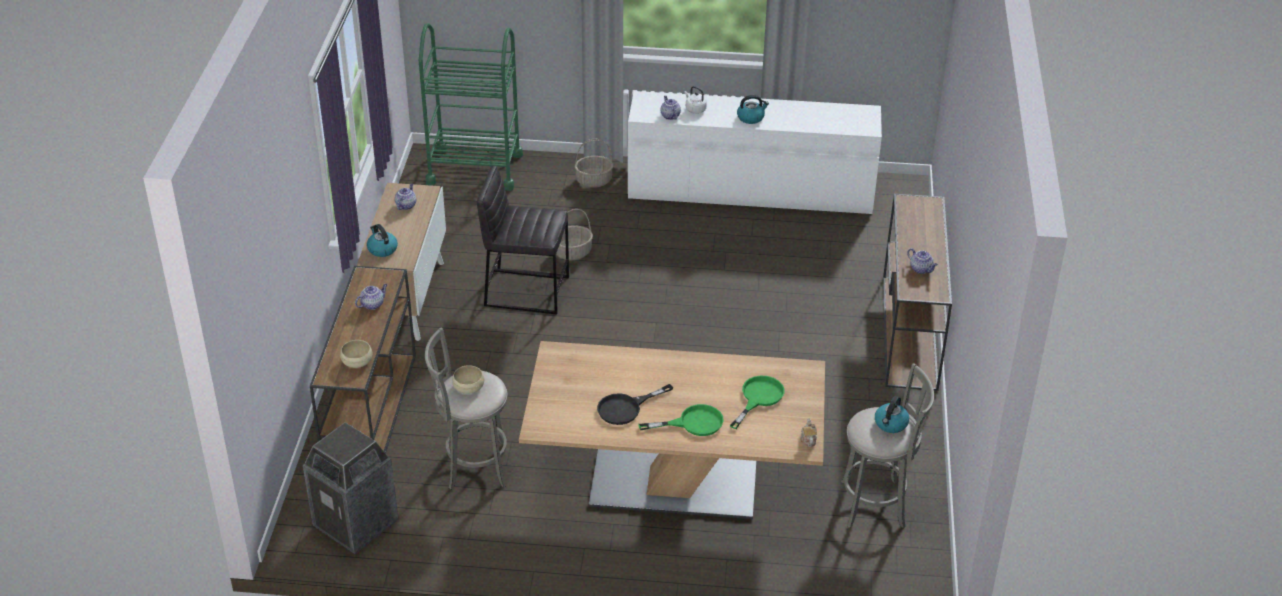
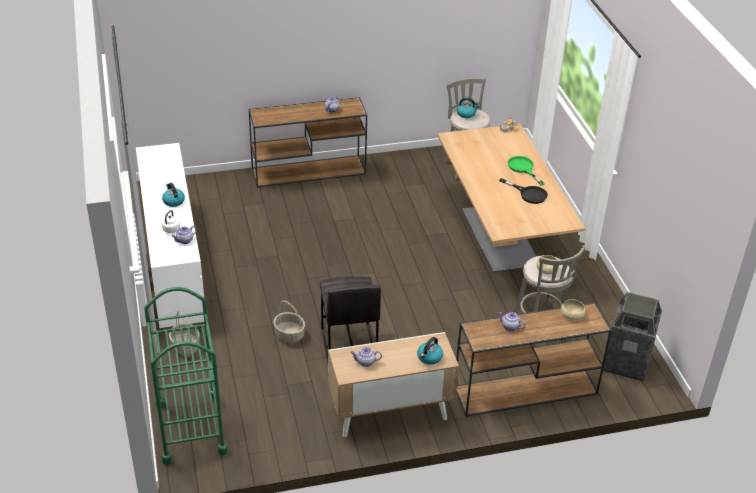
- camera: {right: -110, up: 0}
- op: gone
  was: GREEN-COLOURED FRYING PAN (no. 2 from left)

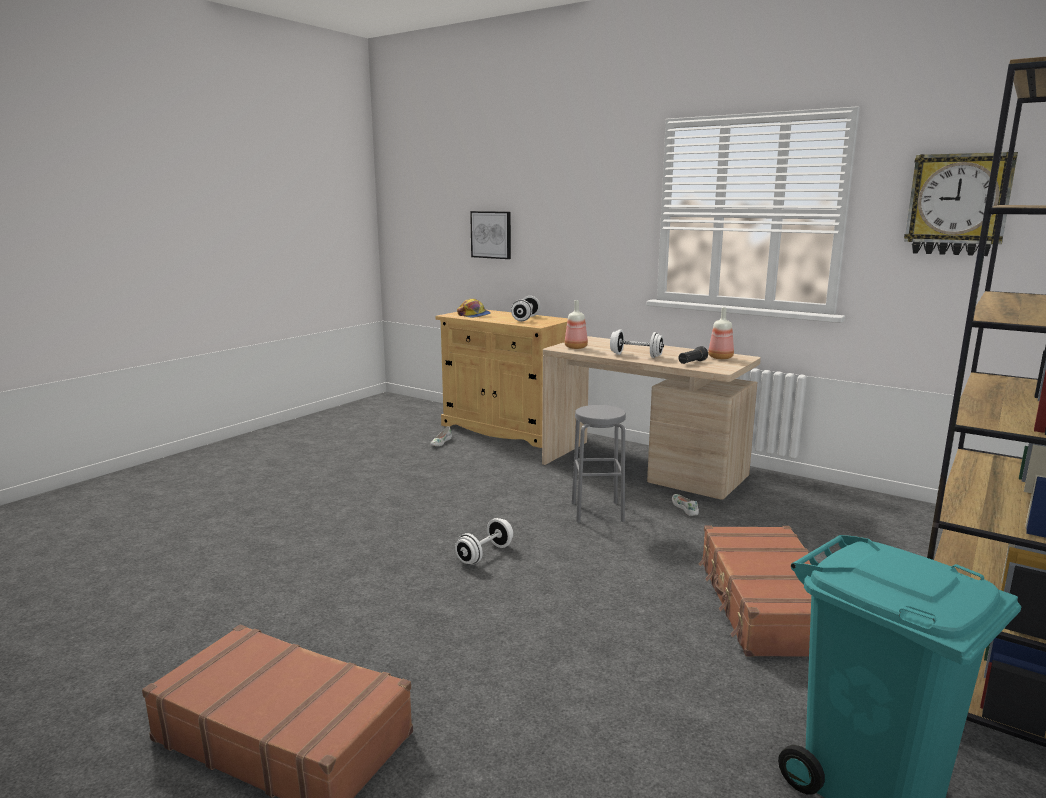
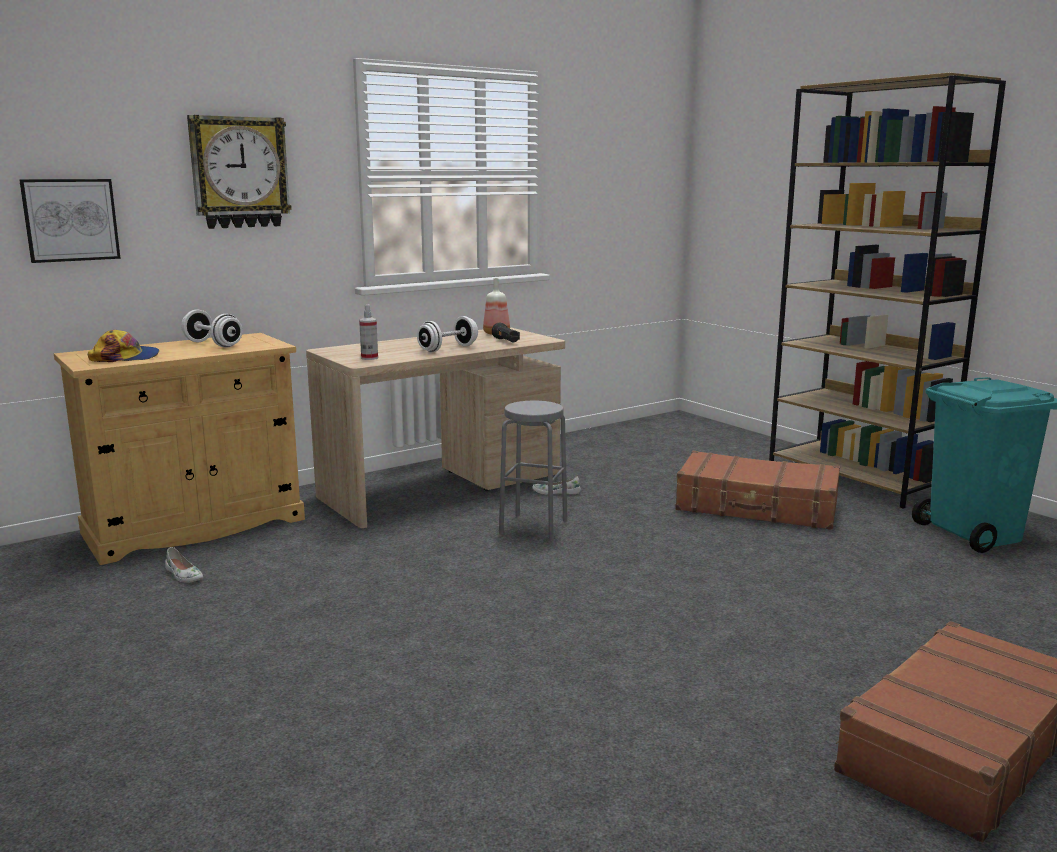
- camera: {right: -70, up: 0}
- op: shifted
  was: WALL CLOCK
- op: swapped
  was: BEVERAGE BOTTLE (no. 1 from left)
  now: HAND SPRAYER
- op: gone
  was: WHITE HAND WEIGHT (no. 1 from left)

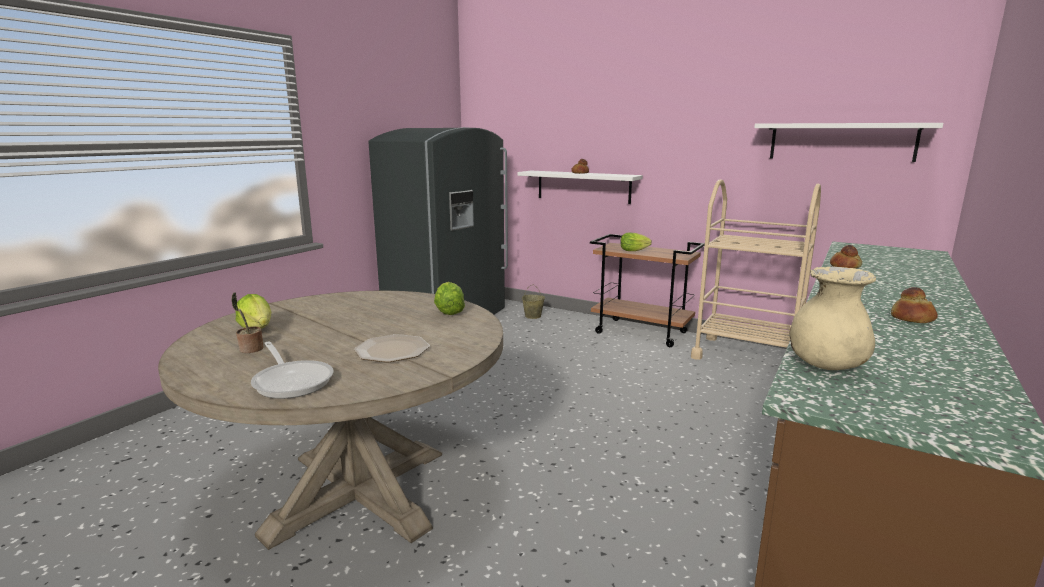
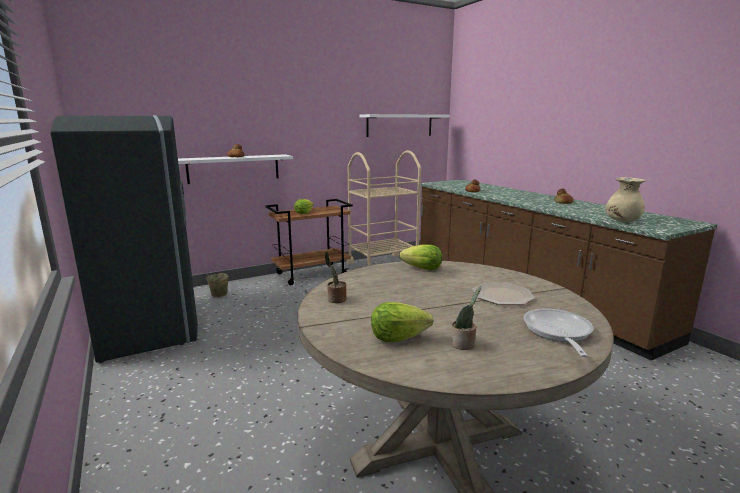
- camera: {right: -60, up: 0}
- op: new
  now: PLANT IN A POT (no. 1 from left)
- op: rotated
  was: FRYING PAN
  clockwise: -75

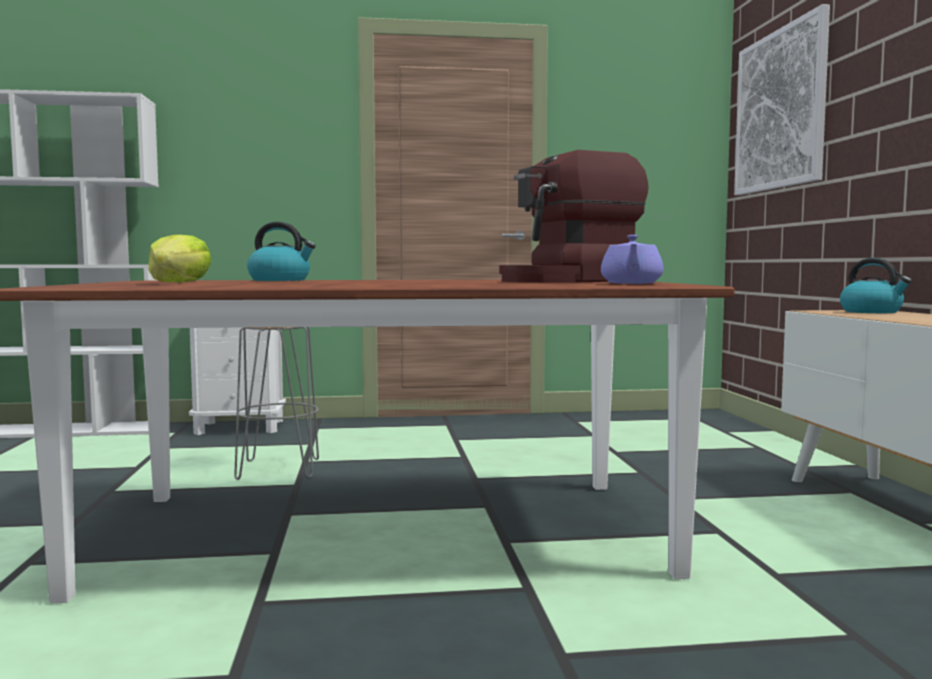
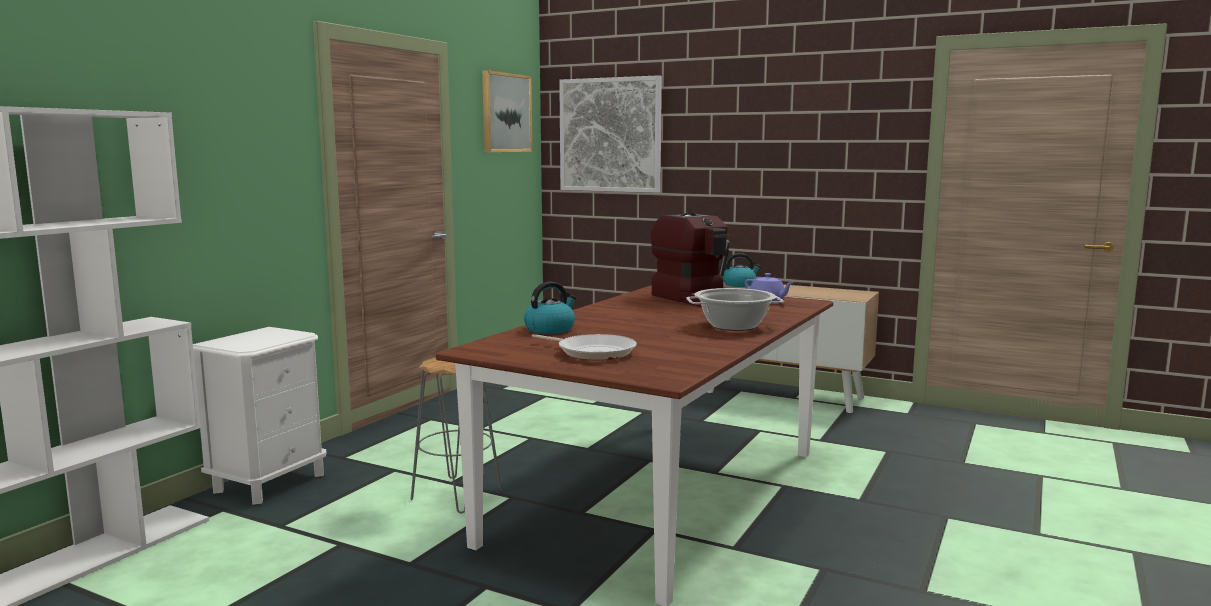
- camera: {right: -55, up: 5}
- op: new
  now: PICTURE (no. 1 from left)
- op: swapped
  was: HEAD OF LETTUCE
  now: FRYING PAN
- op: rotated
  was: COFFEE MACHINE
  clockwise: -45
- op: new
  now: STOCKPOT

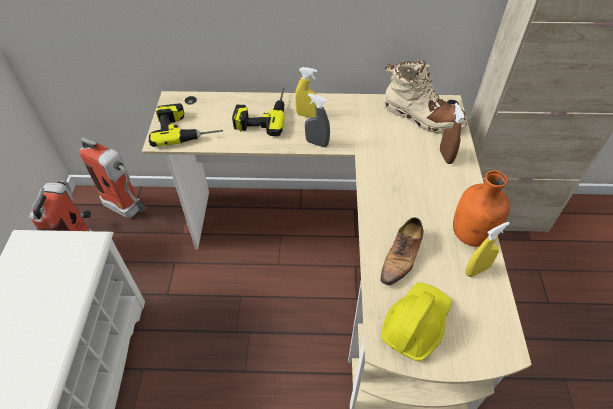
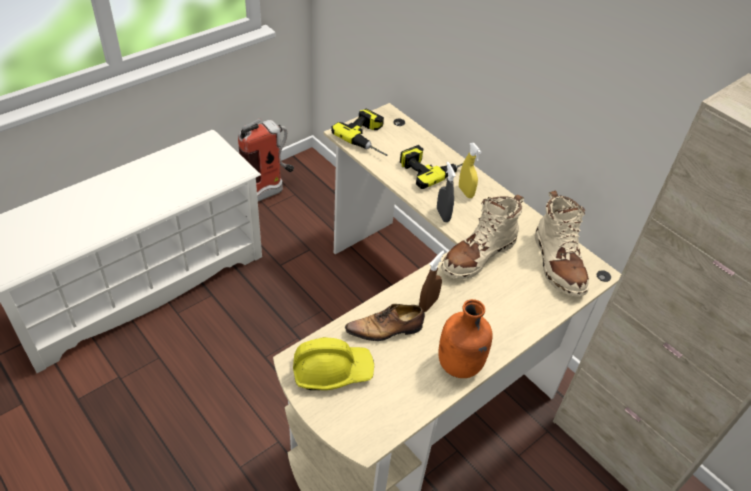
- camera: {right: 45, up: -5}
- op: shifted
  was: BROWNISH HAND SPRAYER
- op: new
  now: SAND-COLOURED HIGH-TOP BOOT (no. 1 from left)
- op: gone
  was: FIRE-FIGHTING CYLINDER (no. 2 from left)
- op: gone
  was: YELLOW-COLOURED HAND SPRAYER (no. 2 from left)

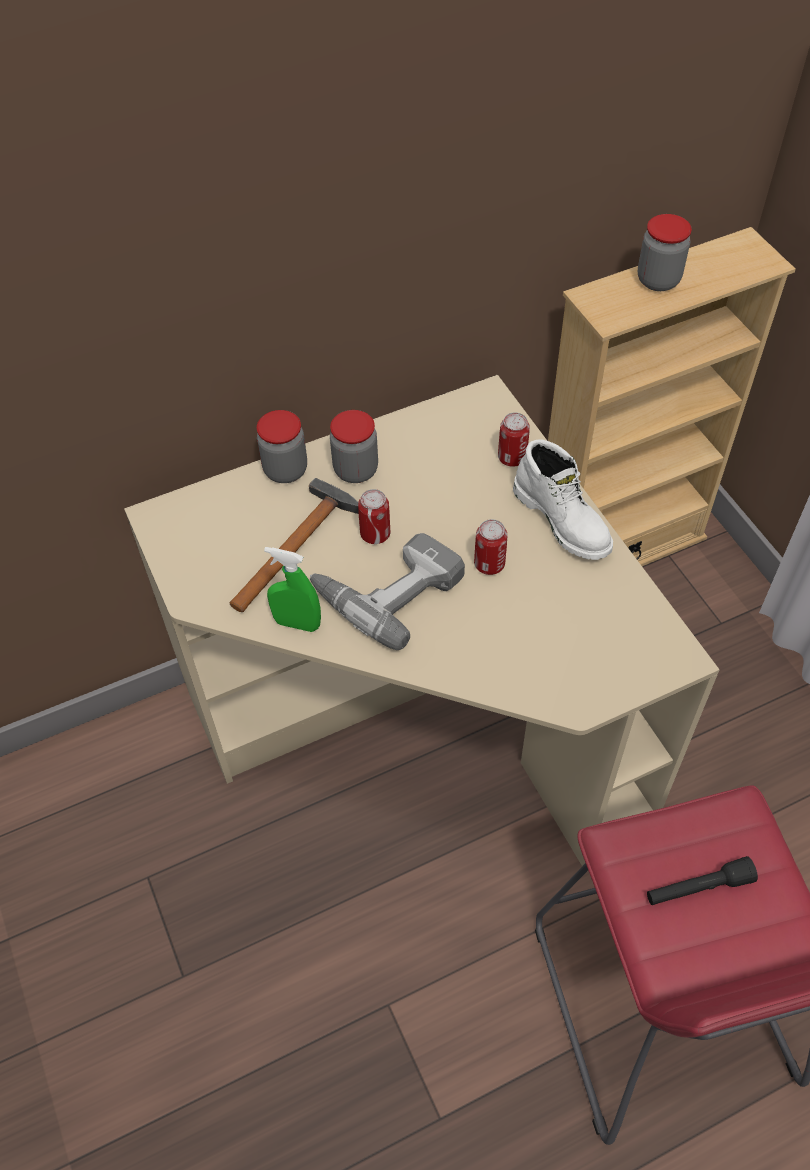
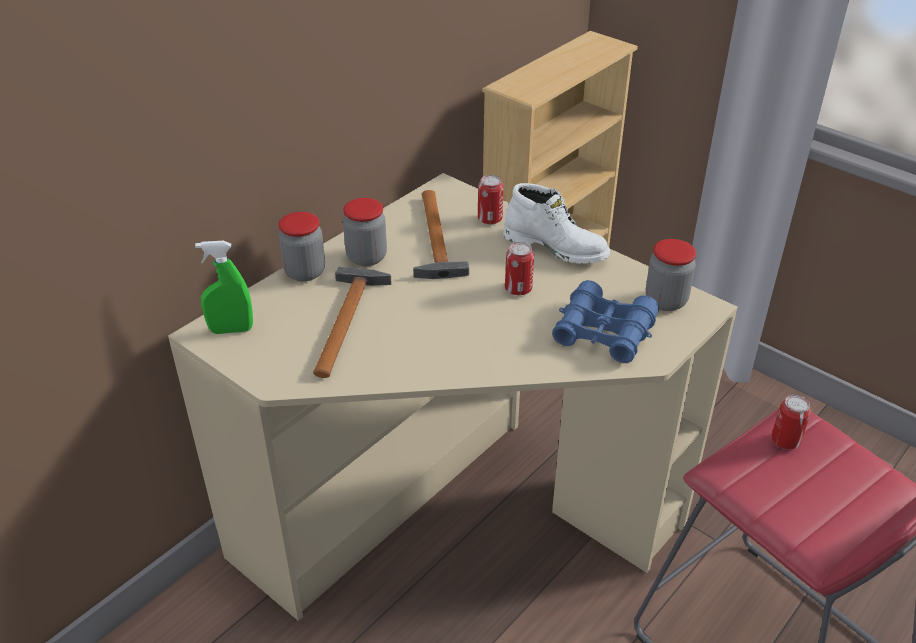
- camera: {right: -25, up: -15}
- op: shifted
  was: GREEN-COLOURED HAND SPRAYER
- op: new
  now: HAMMER (no. 2 from left)
- op: new
  now: BLUISH PAIR OF BINOCULARS
- op: shifted
  was: JAR (no. 3 from left)
- op: shifted
  was: METAL CAN (no. 1 from left in the first image)
  now: METAL CAN (no. 3 from left)
- op: gone
  was: POWER DRILL
- op: gone
  was: BLACK HAND TORCH

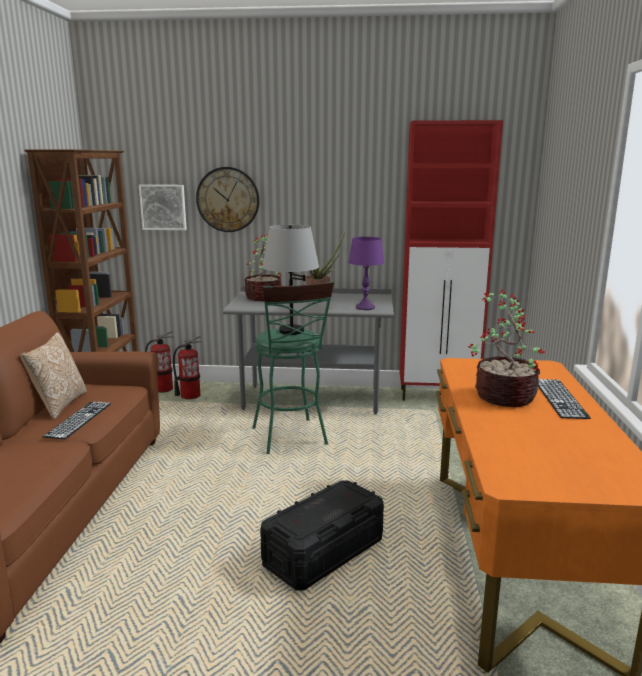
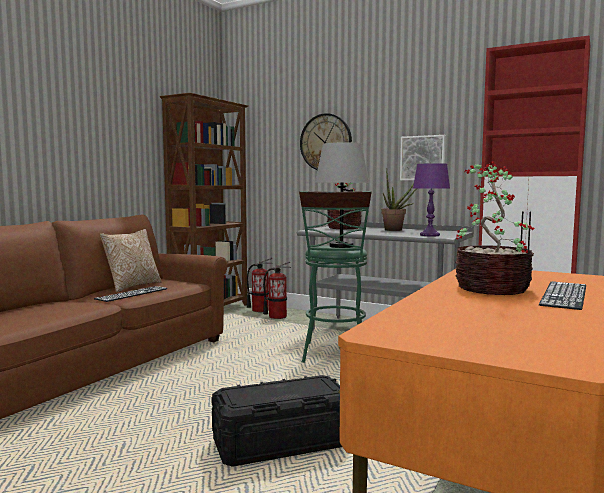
- camera: {right: 25, up: -10}
- op: shifted
  was: PICTURE

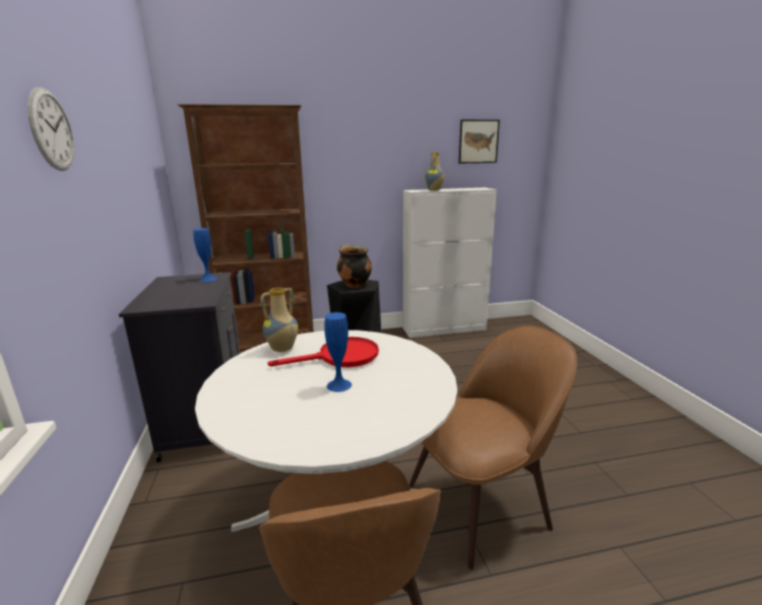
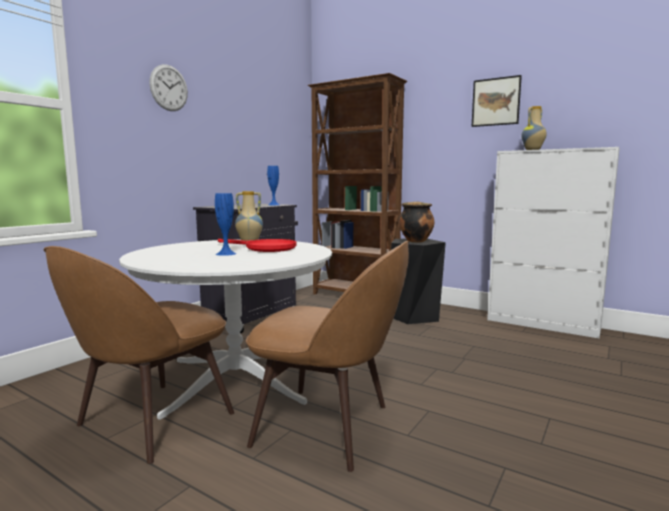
- camera: {right: 45, up: -10}
- op: shifted
  was: PICTURE

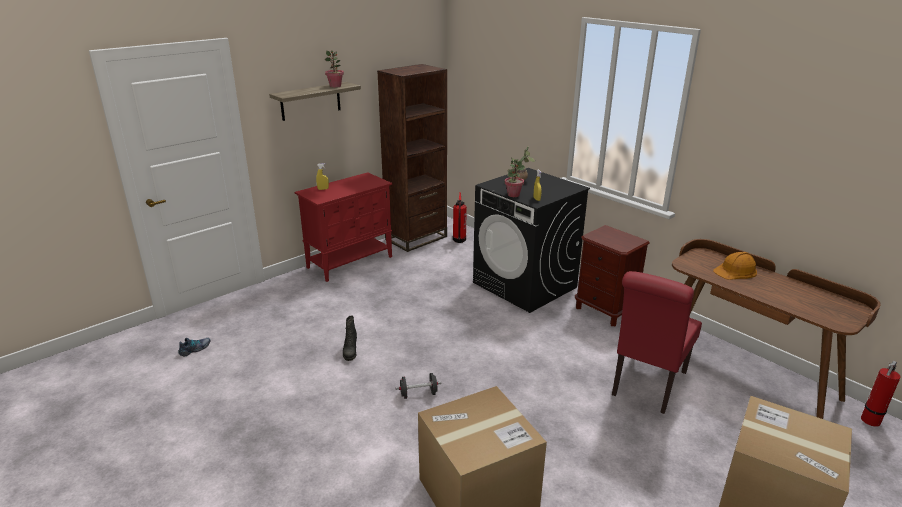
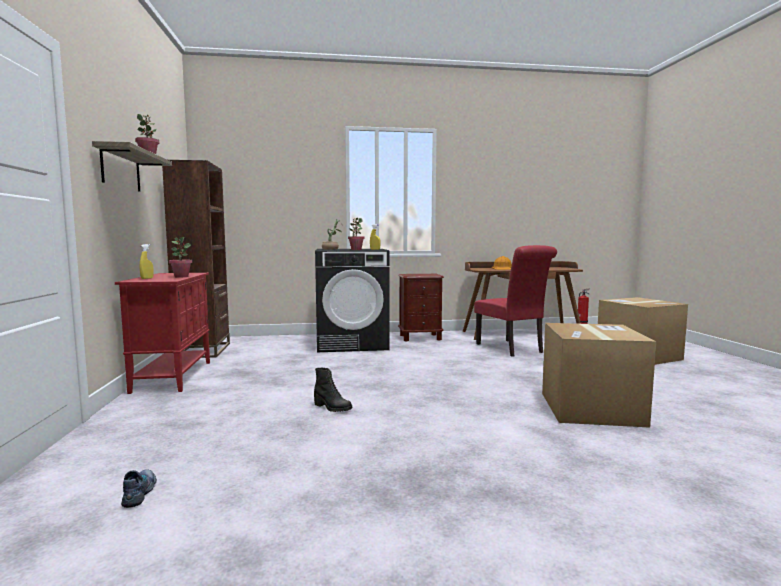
- camera: {right: -55, up: -20}
- op: new
  now: PLANT IN A POT (no. 2 from left)
- op: gone
  was: BLACK HAND WEIGHT
- op: gone
  was: FIRE-FIGHTING CYLINDER (no. 1 from left)

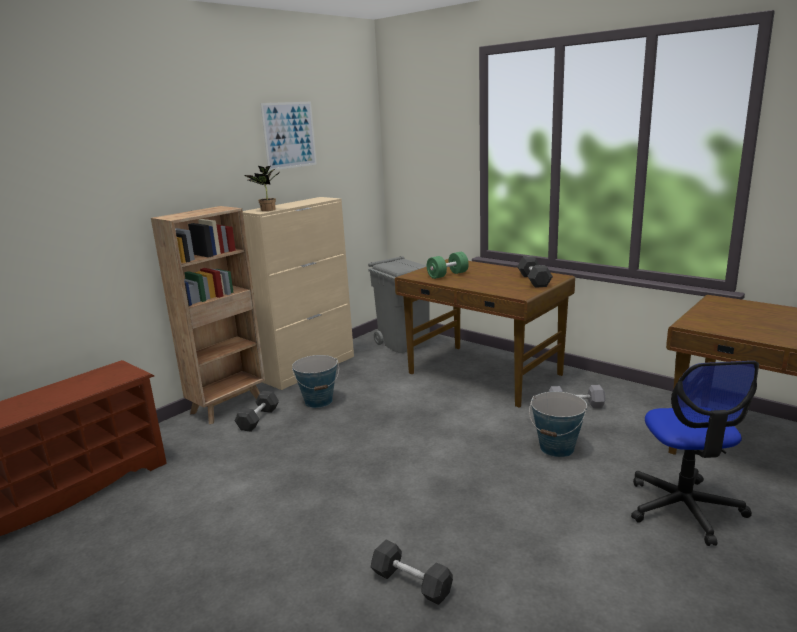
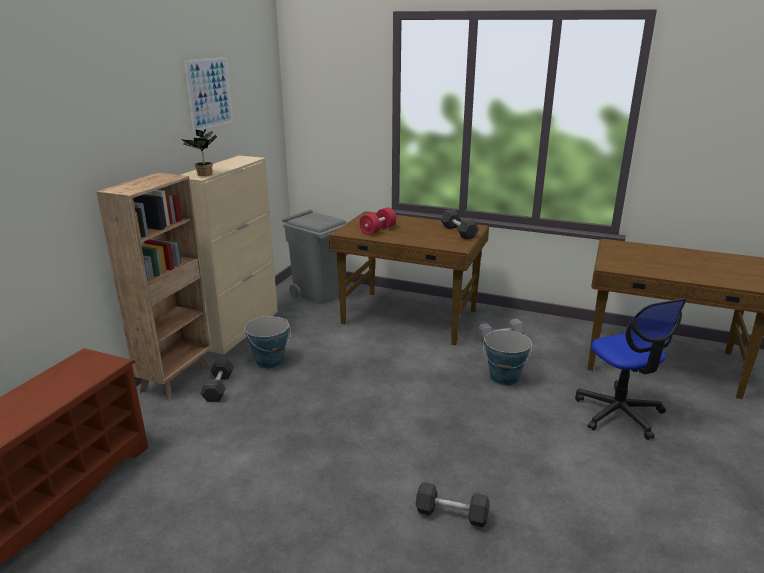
- camera: {right: -20, up: 5}
- op: repainted
  was: GREEN-COLOURED HAND WEIGHT
  now: RED-COLOURED HAND WEIGHT

